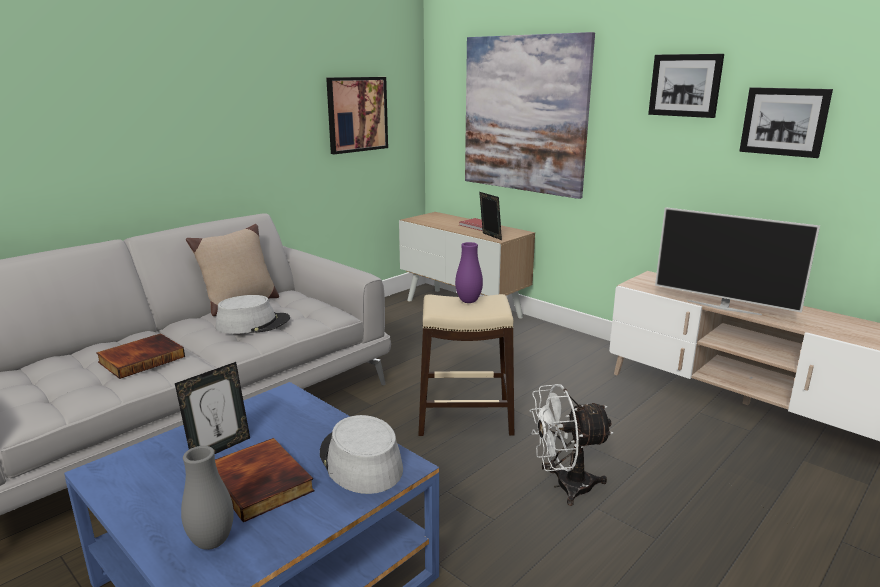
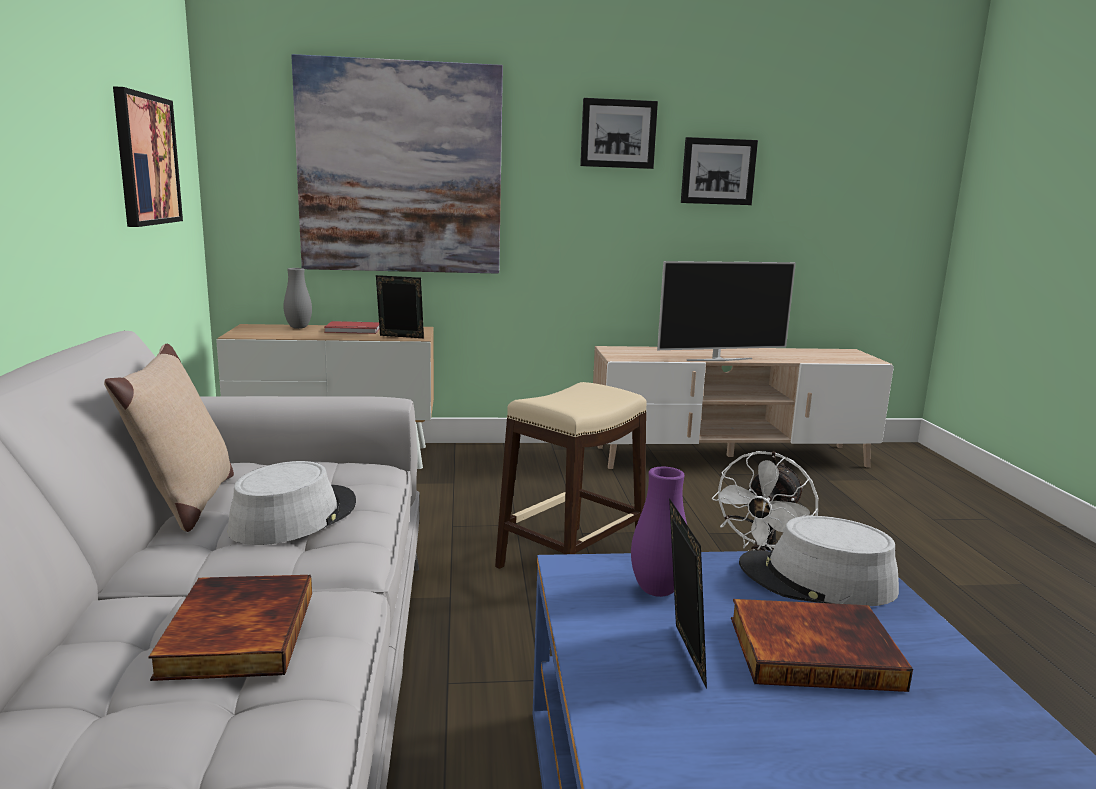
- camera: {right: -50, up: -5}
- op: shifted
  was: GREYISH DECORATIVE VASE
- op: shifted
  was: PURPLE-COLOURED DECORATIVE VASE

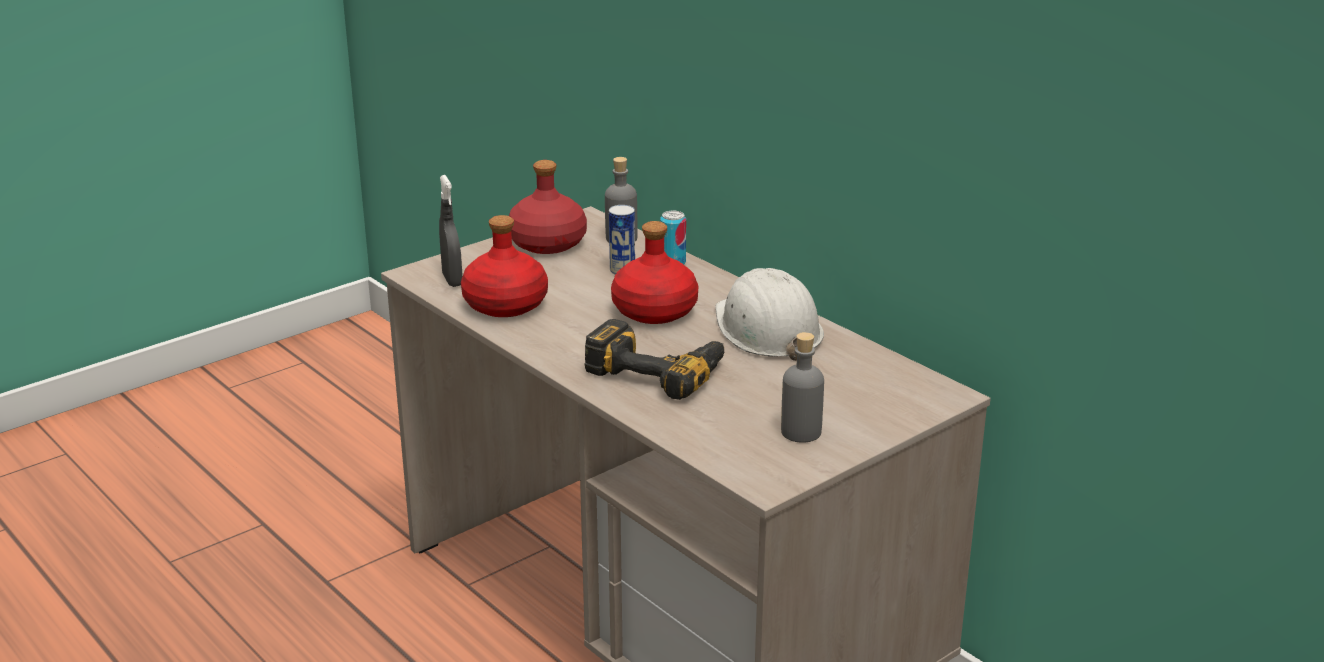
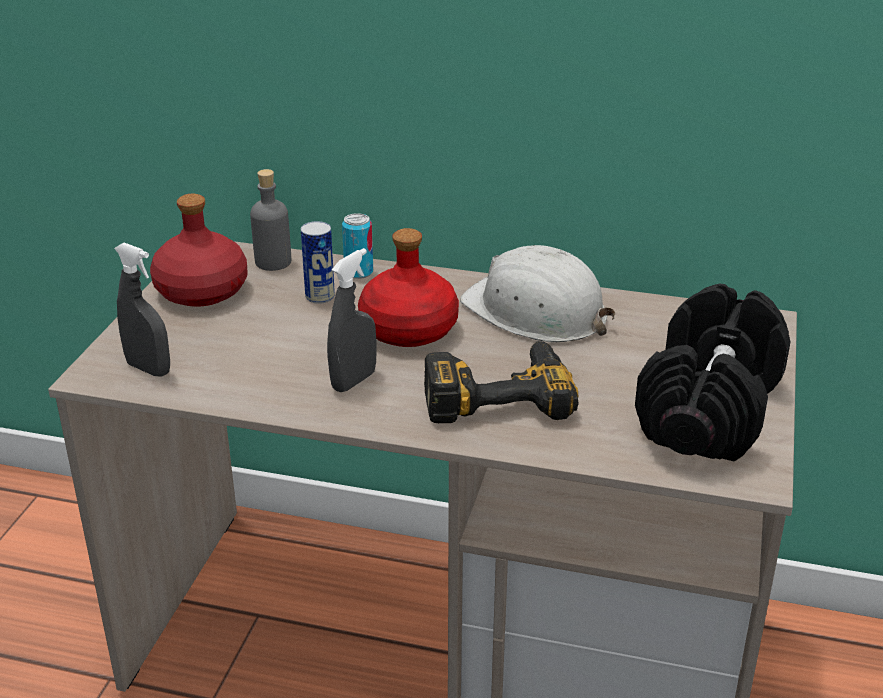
- camera: {right: -35, up: 5}
- op: new
  now: GREYISH HAND SPRAYER (no. 2 from left)
- op: swapped
  was: GREYISH BEVERAGE BOTTLE (no. 2 from left)
  now: BLACK HAND WEIGHT
- op: gone
  was: RED-COLOURED BEVERAGE BOTTLE (no. 1 from left)

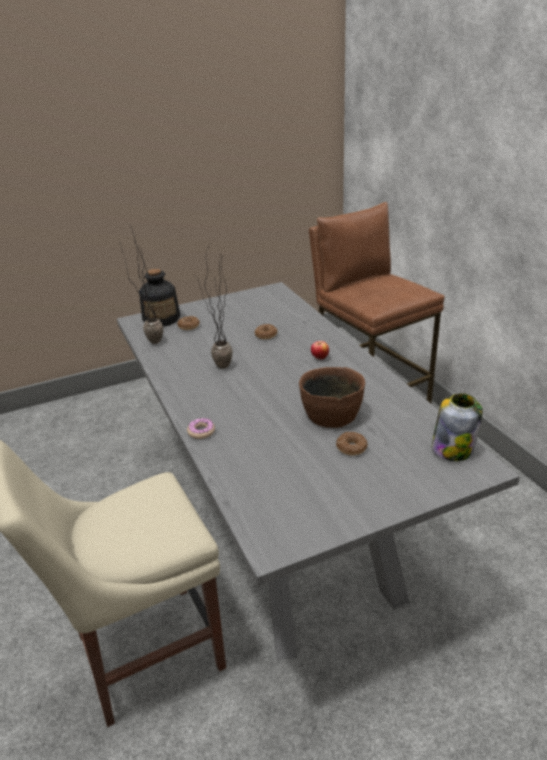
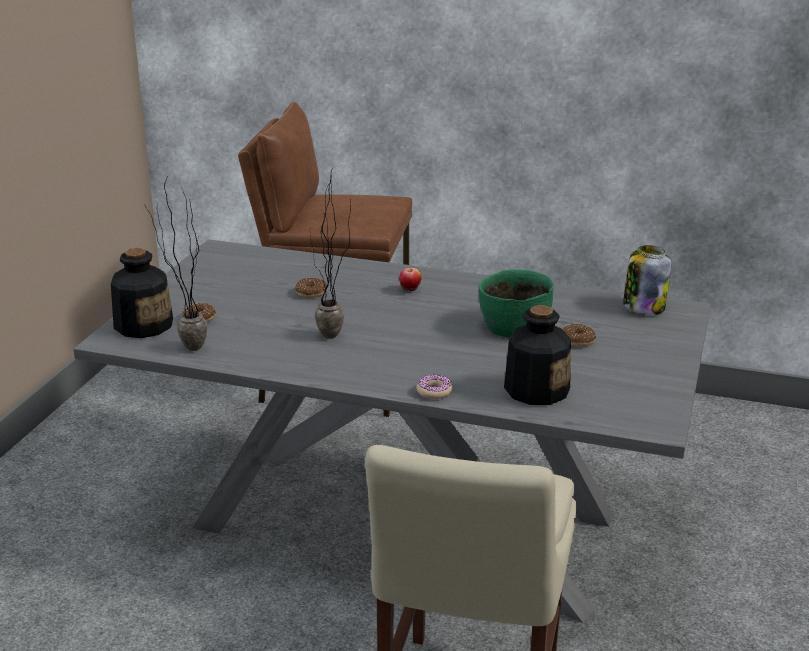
- camera: {right: -50, up: -5}
- op: repainted
  was: BROWNISH SERVING BOWL
  now: GREEN-COLOURED SERVING BOWL
- op: new
  now: BEVERAGE BOTTLE (no. 2 from left)

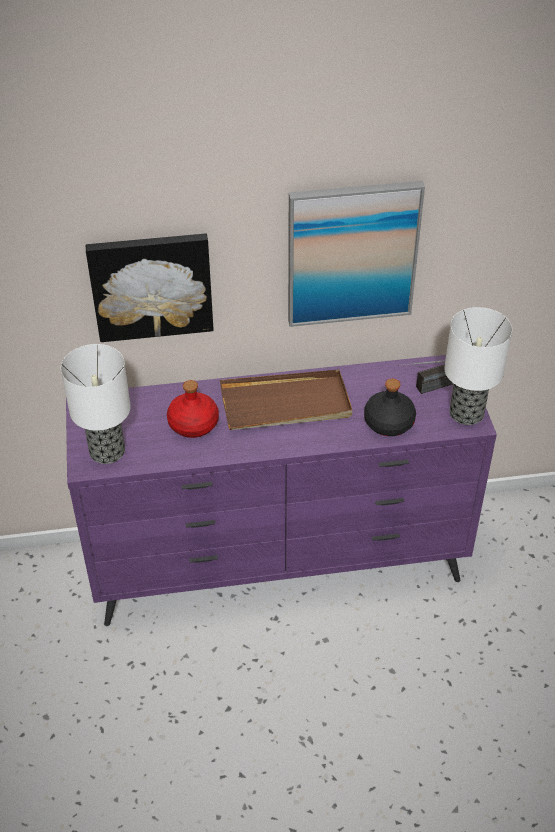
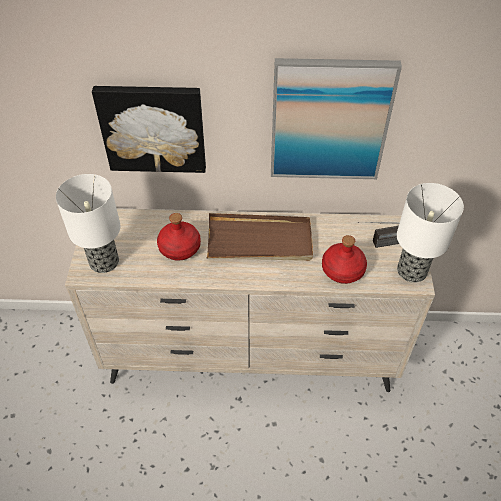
- camera: {right: 10, up: 5}
- op: repainted
  was: PURPLE-COLOURED CHEST OF DRAWERS
  now: SAND-COLOURED CHEST OF DRAWERS
- op: repainted
  was: BLACK BEVERAGE BOTTLE
  now: RED-COLOURED BEVERAGE BOTTLE (no. 2 from left)

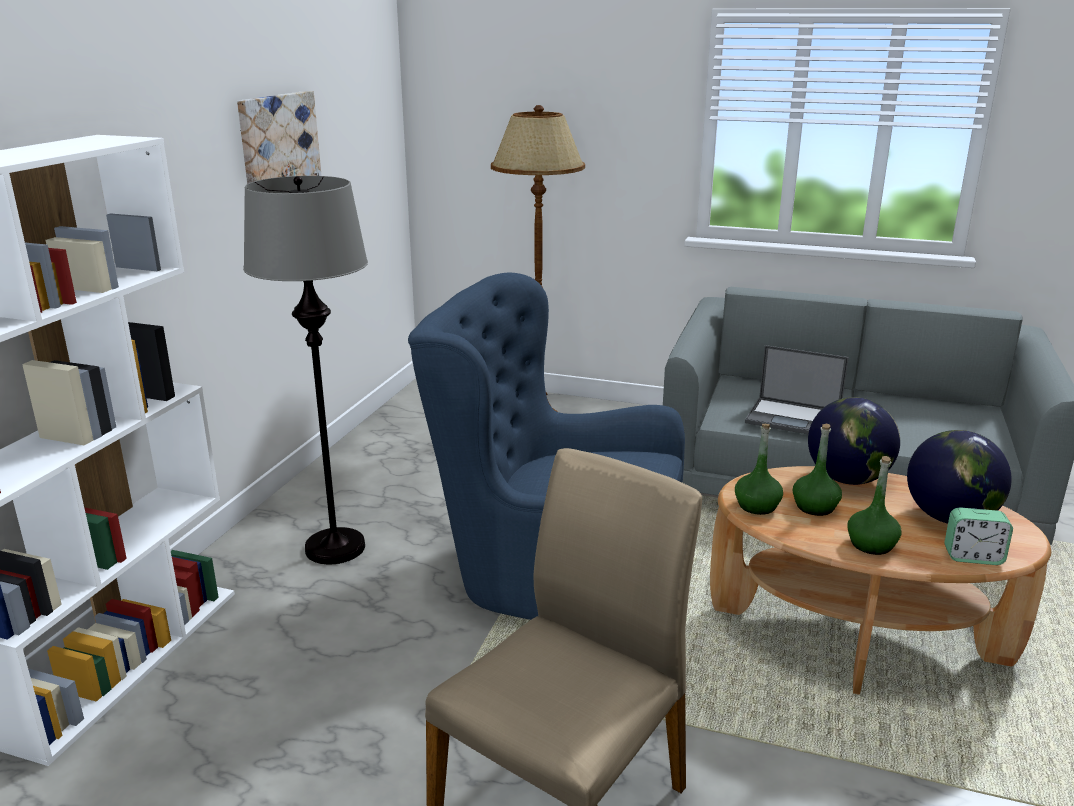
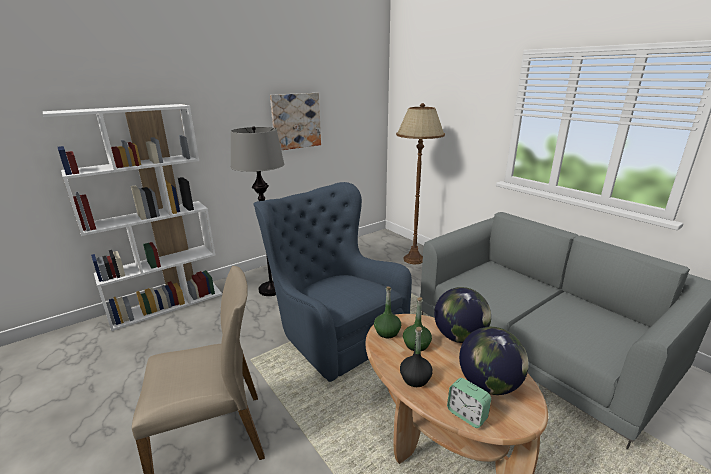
- camera: {right: 35, up: 0}
- op: repainted
  was: GREEN-COLOURED BEVERAGE BOTTLE (no. 3 from left)
  now: BLACK BEVERAGE BOTTLE
- op: gone
  was: PORTABLE COMPUTER

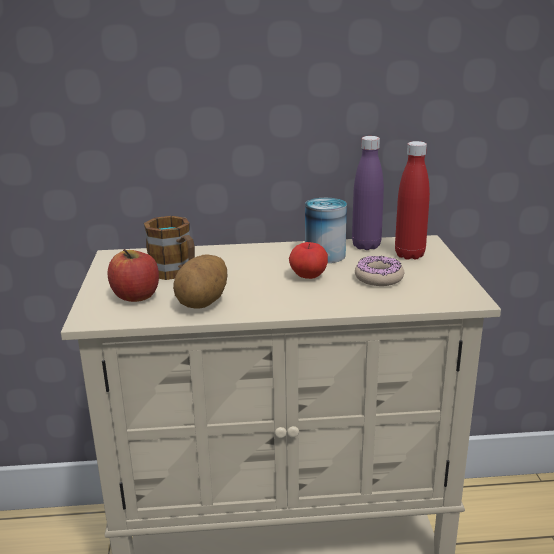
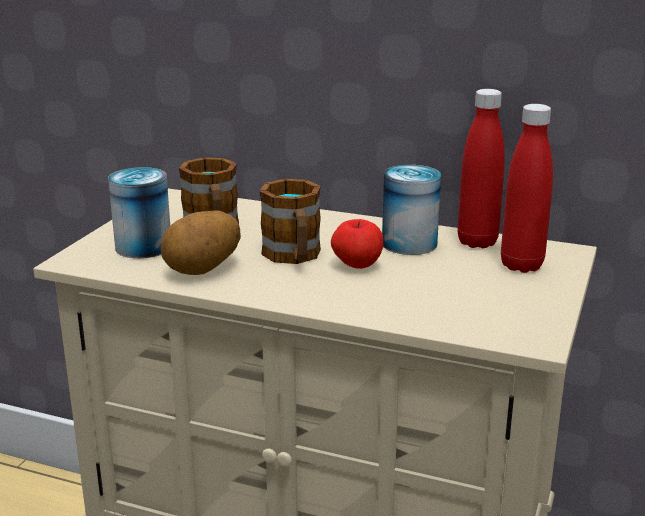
- camera: {right: 25, up: 0}
- op: swapped
  was: APPLE (no. 1 from left)
  now: METAL CAN (no. 1 from left)
- op: new
  now: COFFEE MUG (no. 2 from left)
- op: repainted
  was: PURPLE-COLOURED BEVERAGE BOTTLE
  now: RED-COLOURED BEVERAGE BOTTLE (no. 1 from left)
- op: gone
  was: RING DOUGHNUT

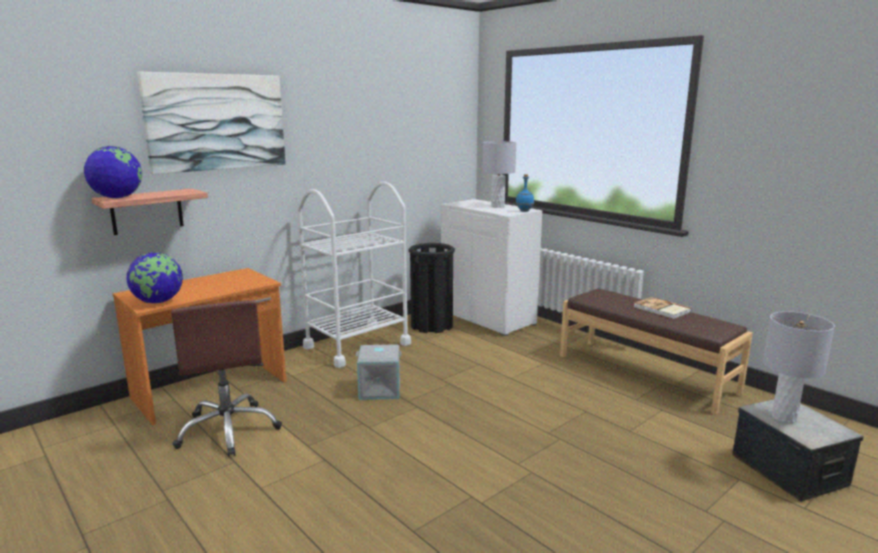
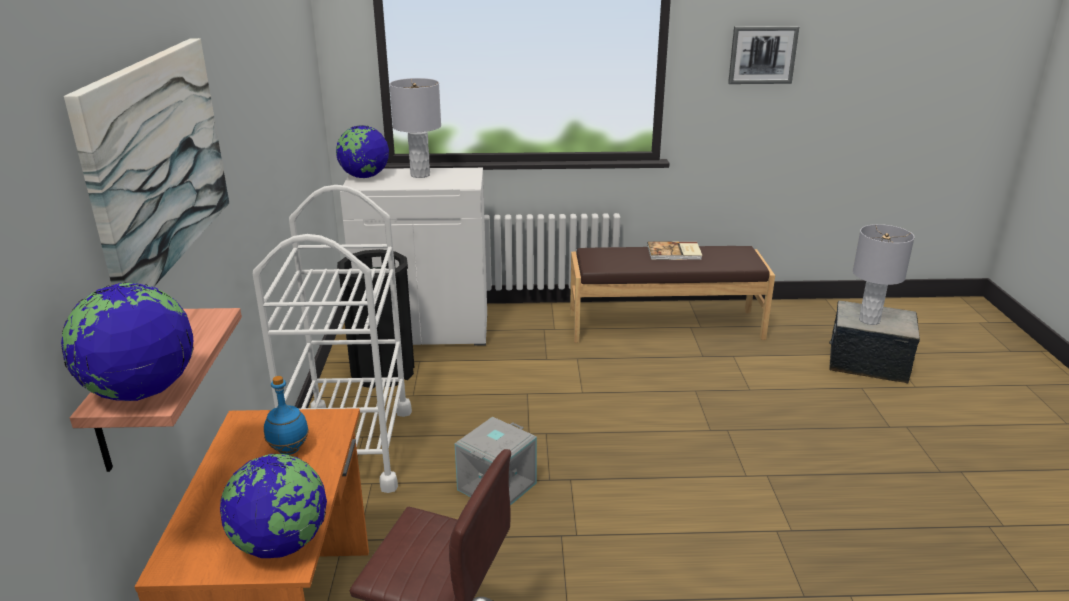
- camera: {right: -50, up: 10}
- op: shifted
  was: BLUISH BEVERAGE BOTTLE
- op: new
  now: GLOBE (no. 3 from left)
- op: new
  now: PICTURE (no. 2 from left)

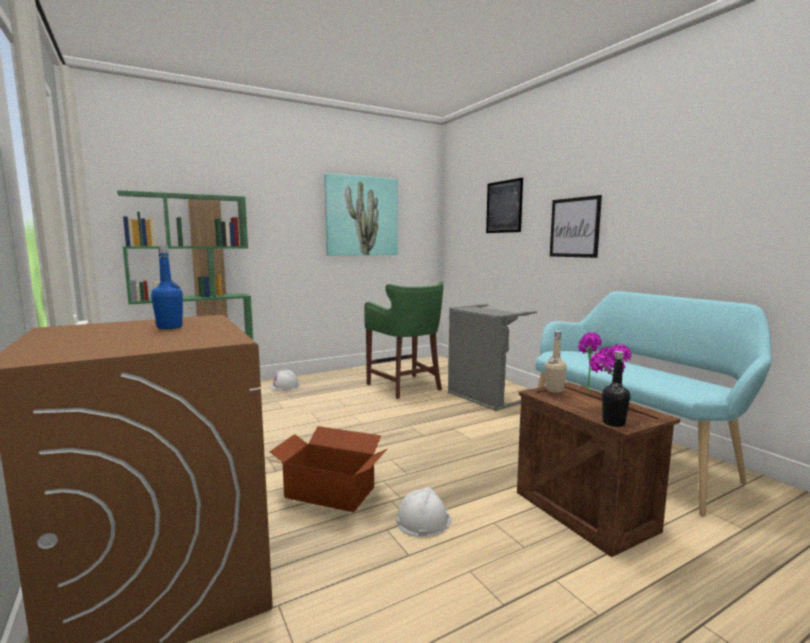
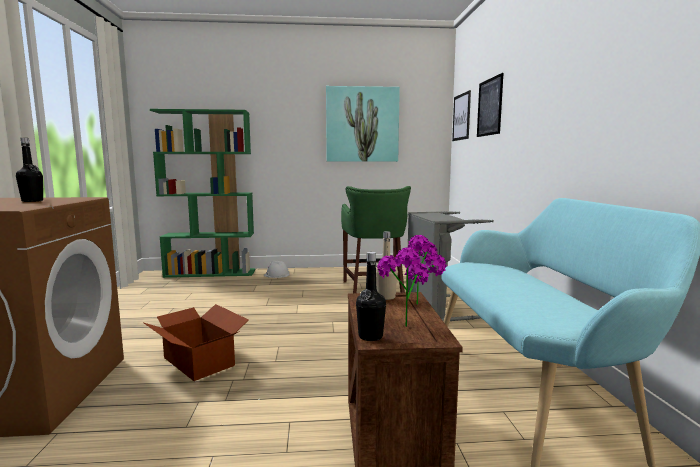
- camera: {right: 25, up: 0}
- op: repainted
  was: BLUISH BEVERAGE BOTTLE
  now: BLACK BEVERAGE BOTTLE (no. 1 from left)
- op: shifted
  was: PICTURE (no. 3 from left in the first image)
  now: PICTURE (no. 2 from left)
- op: gone
  was: WHITE WORK HELMET (no. 2 from left)

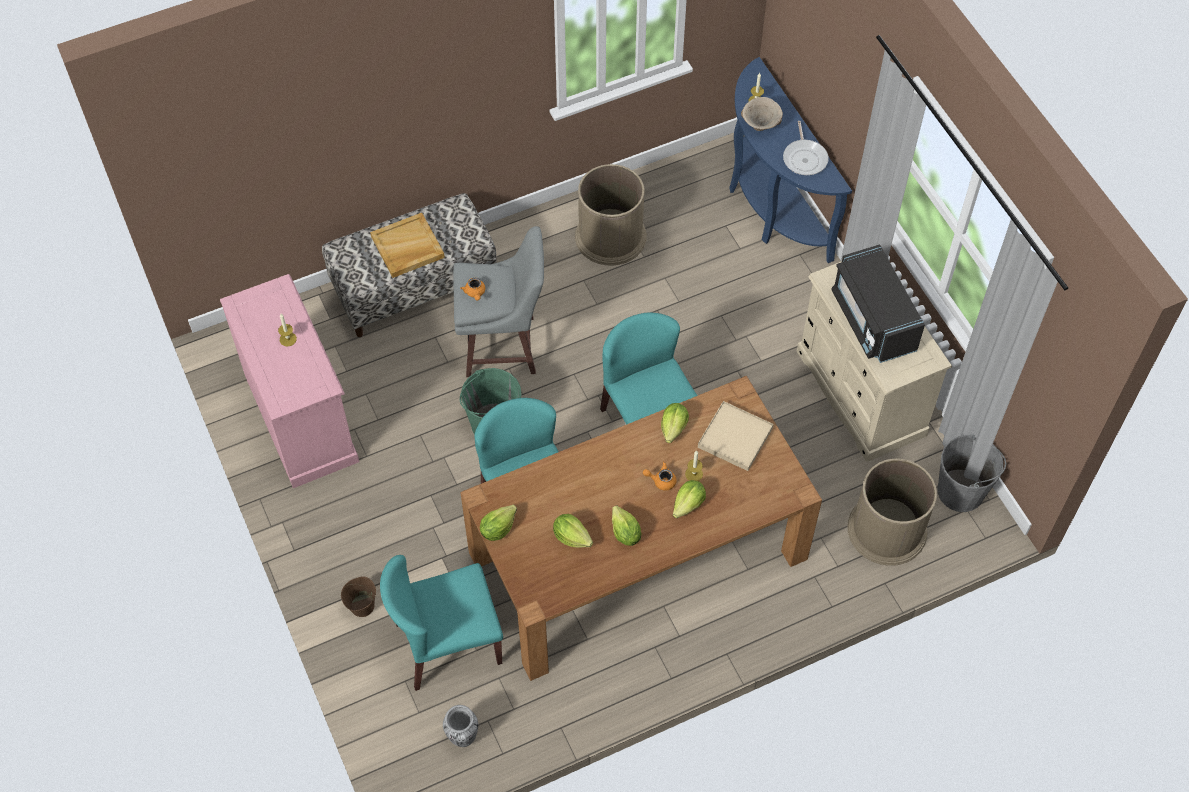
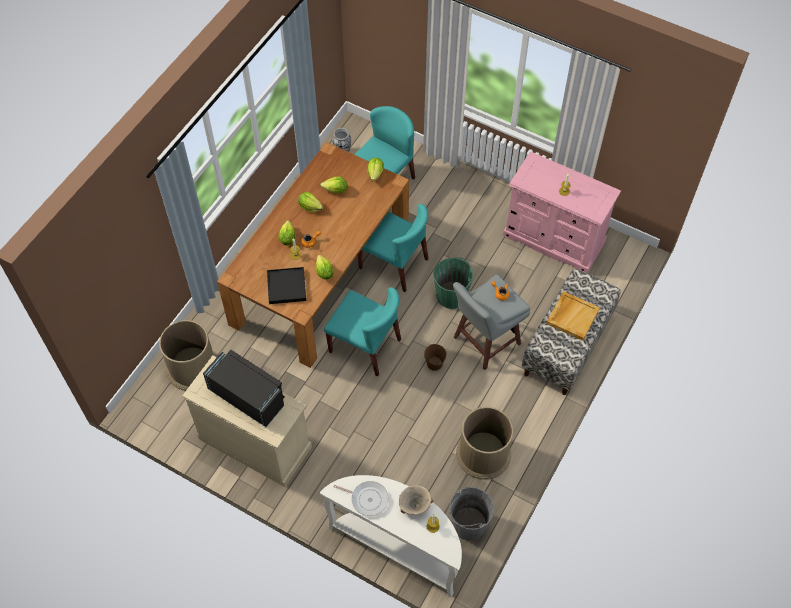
- camera: {right: 145, up: 0}
- op: repainted
  was: SAND-COLOURED TRAY (no. 2 from left)
  now: BLACK TRAY
- op: repainted
  was: BLUISH CONSOLE TABLE
  now: WHITE CONSOLE TABLE
- op: rotated
  was: FRYING PAN
  clockwise: 150
- op: shifted
  was: BROWNISH WATER BUCKET
- op: shifted
  was: GREYISH WATER BUCKET

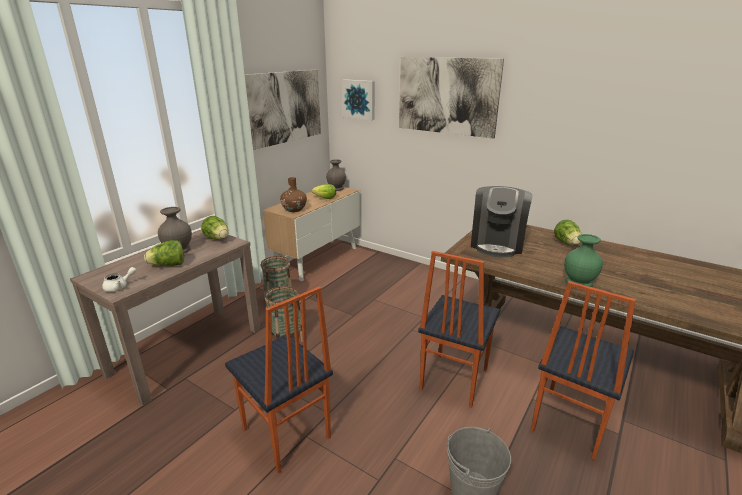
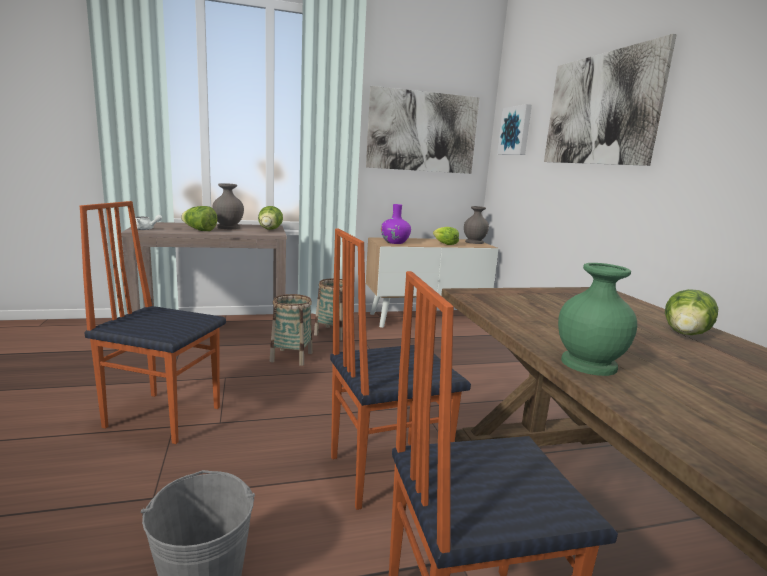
- camera: {right: 40, up: -10}
- op: rotated
  was: CHAIR (no. 1 from left)
  clockwise: 105
- op: repainted
  was: BROWNISH DECORATIVE VASE
  now: PURPLE-COLOURED DECORATIVE VASE
- op: gone
  was: COFFEE MACHINE

